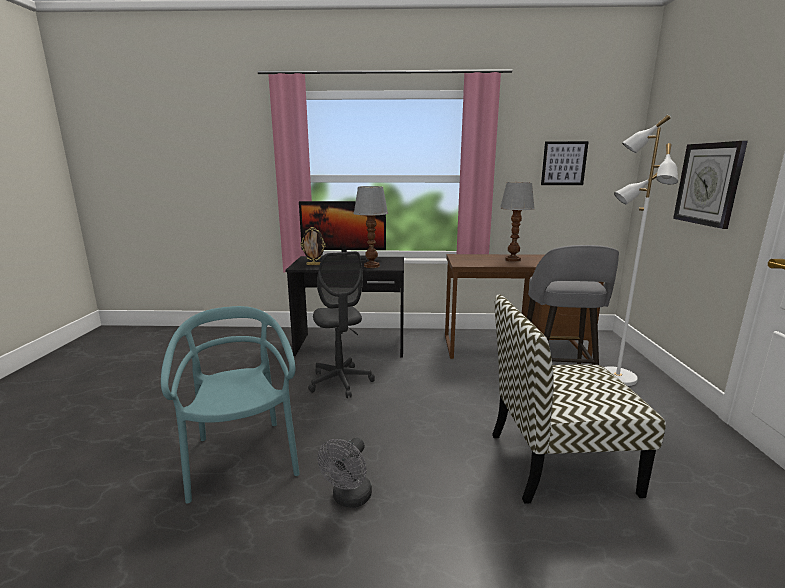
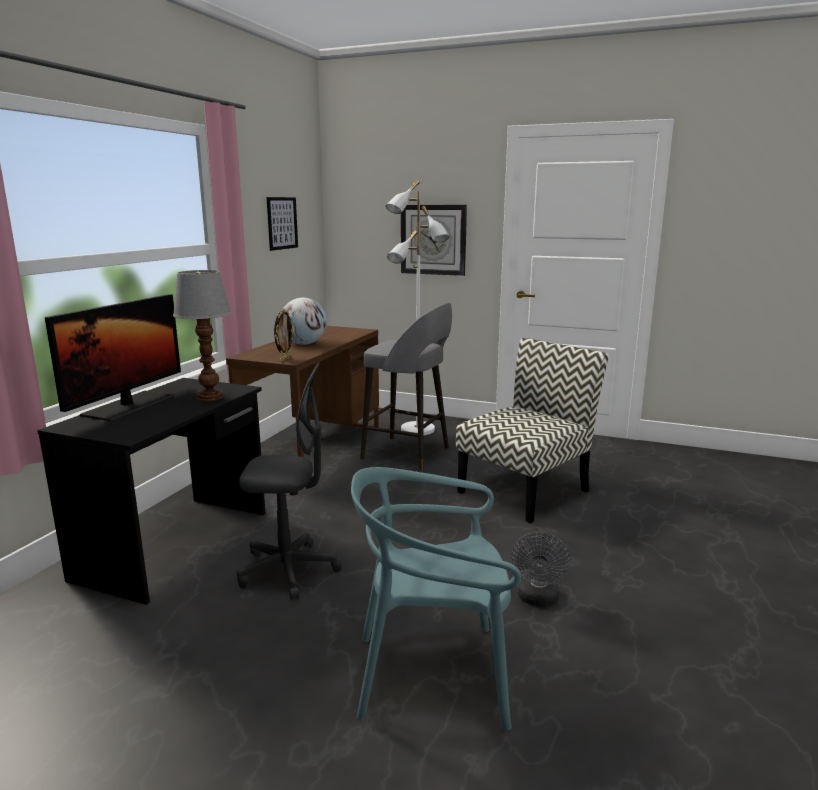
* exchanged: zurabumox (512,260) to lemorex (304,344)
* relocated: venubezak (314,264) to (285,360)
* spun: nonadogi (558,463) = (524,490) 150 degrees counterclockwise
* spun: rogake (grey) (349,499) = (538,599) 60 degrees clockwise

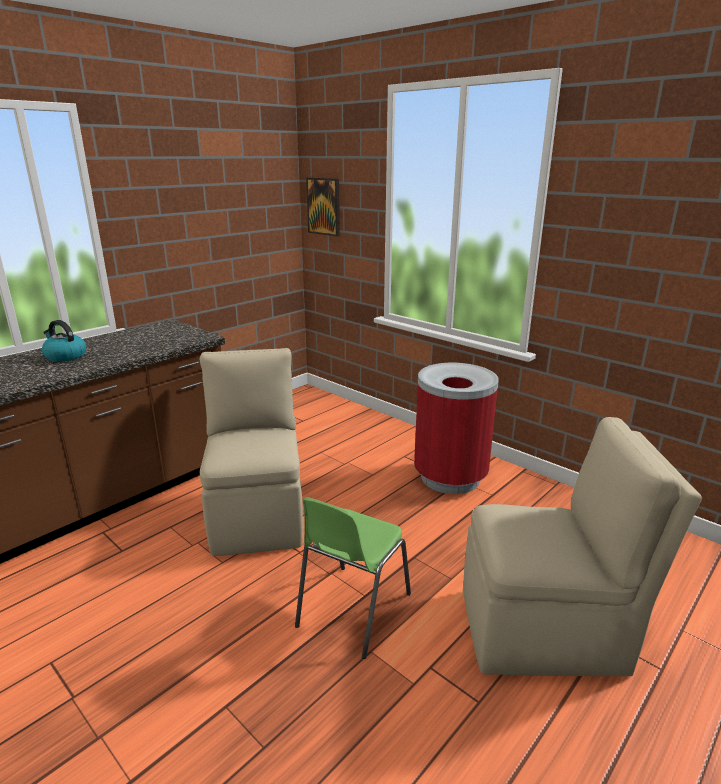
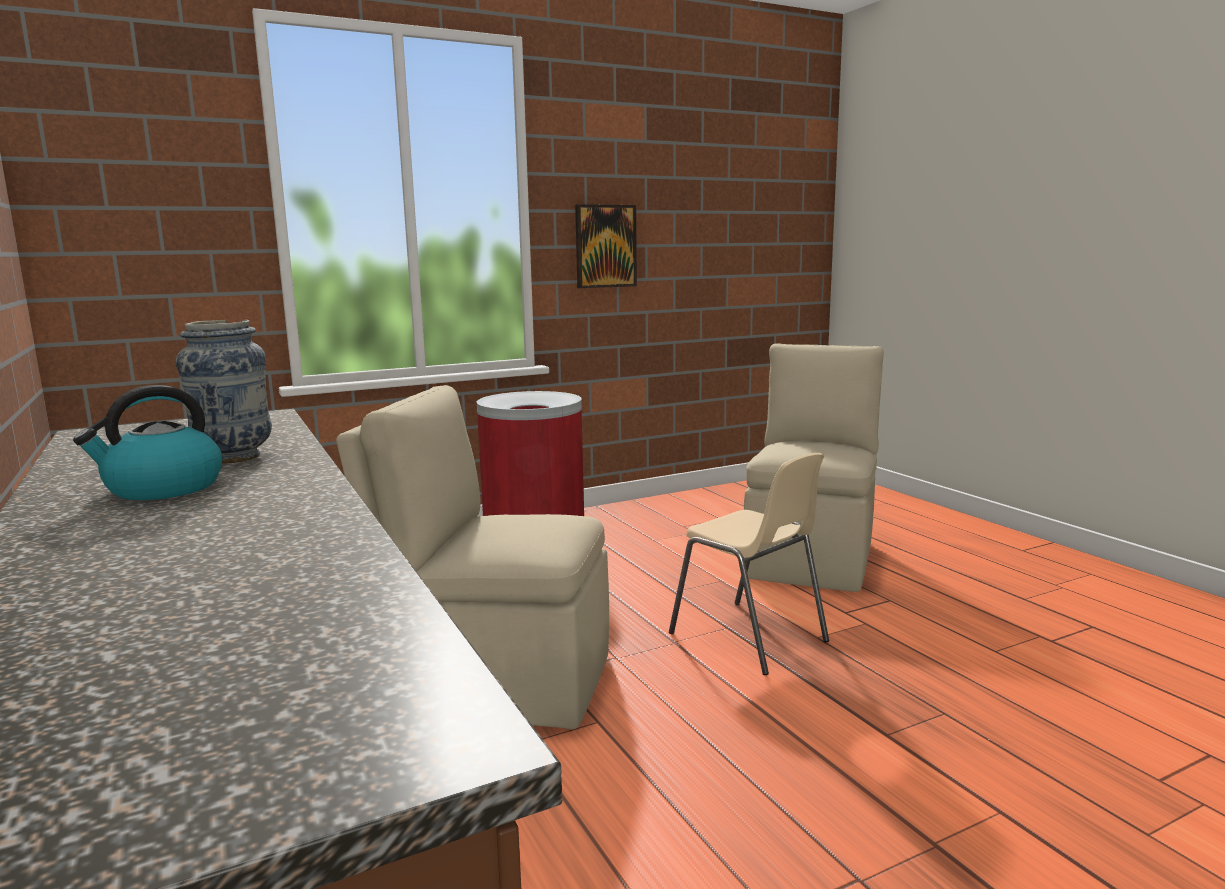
* relocated: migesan (324,206) to (605,246)
* colour: nonadogi (green) (352,610) to nonadogi (beige) (749,638)
* appeared: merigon (234,457)

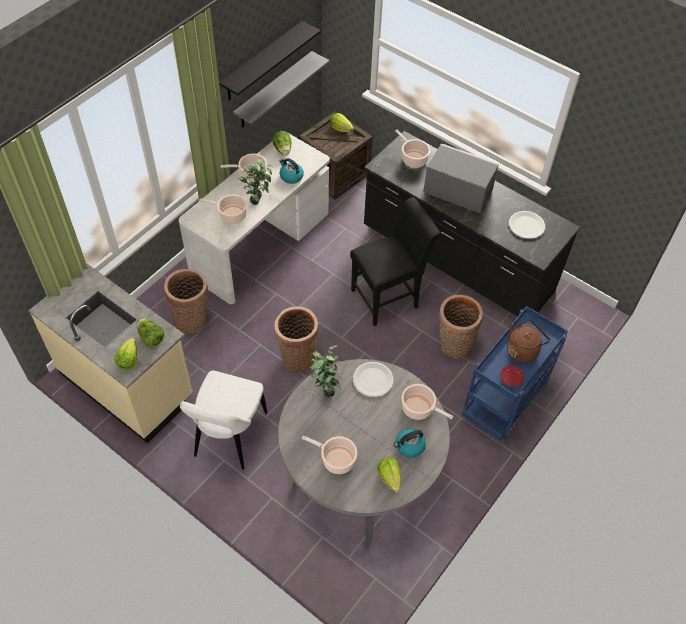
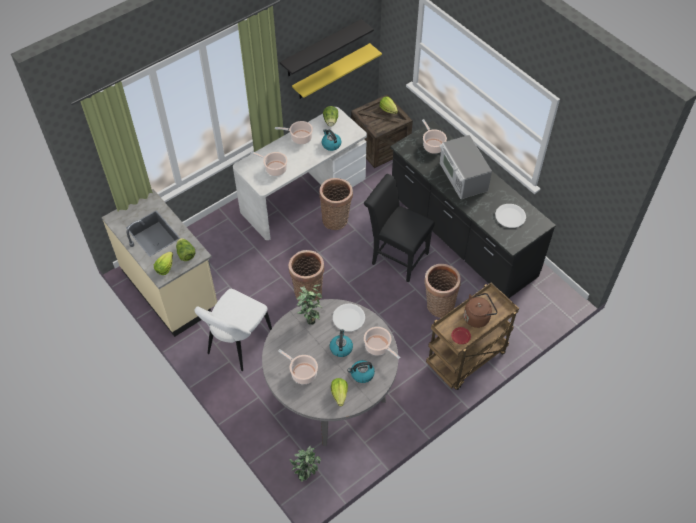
* colour: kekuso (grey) (274,90) to kekuso (yellow) (331,72)
* spun: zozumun (458,189) = (462,177) 150 degrees counterclockwise
* relocated: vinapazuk (258,198) to (306,473)
* spun: nonadogi (black) (389,297) = (396,256) 135 degrees counterclockwise
* relocated: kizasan (192,319) to (336,219)
* colour: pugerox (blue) (504,403) to pugerox (brown) (466,360)
* appeared: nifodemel (341,348)

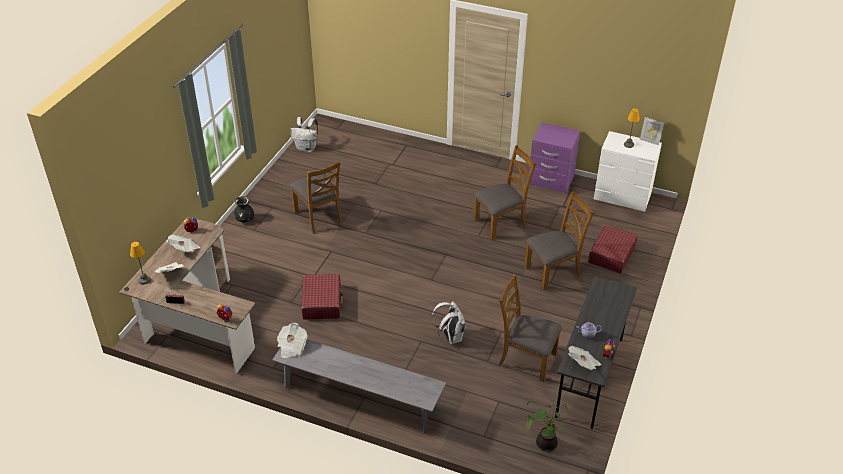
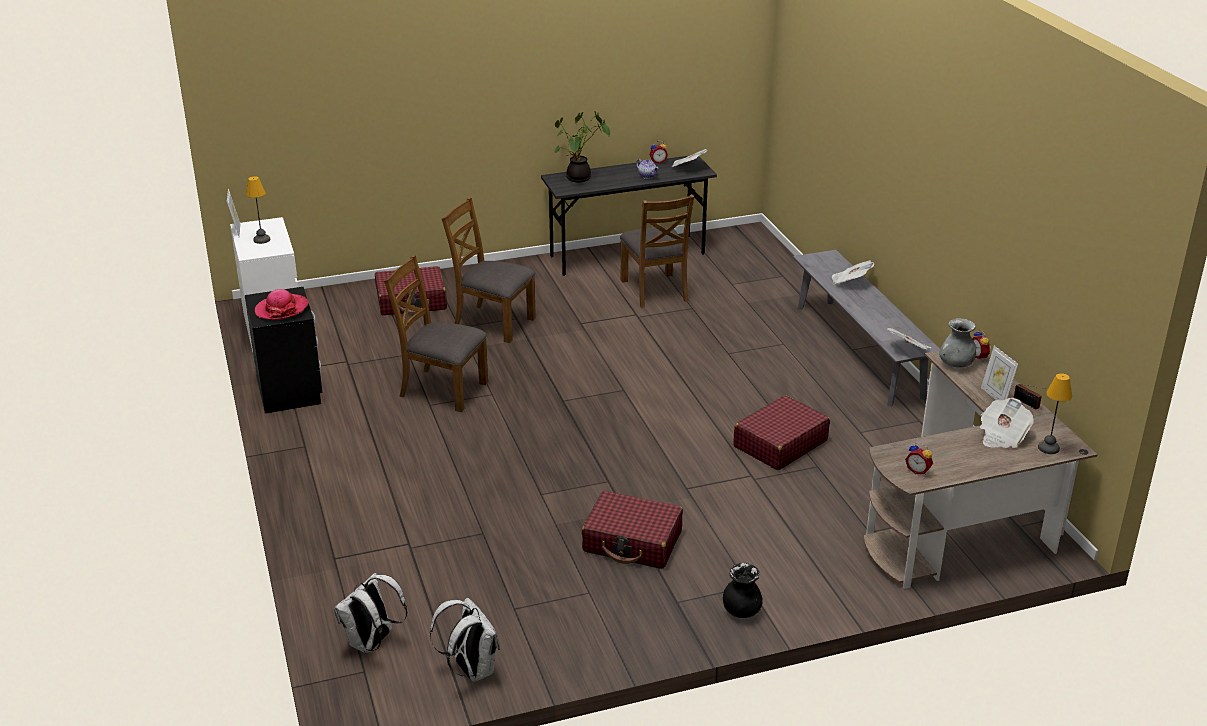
* colour: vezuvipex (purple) (551,180) to vezuvipex (black) (290,390)
* exchanged: nonadogi (brown) (318,216) to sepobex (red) (632,542)
* relocated: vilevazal (184,249) to (850,282)
* relocated: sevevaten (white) (450,337) to (372,643)
* relocated: vinapazuk (544,443) to (579,179)
* appeared: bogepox (282,309)
* appeared: merigon (grey) (956,364)
* appeared: venubezak (995,396)

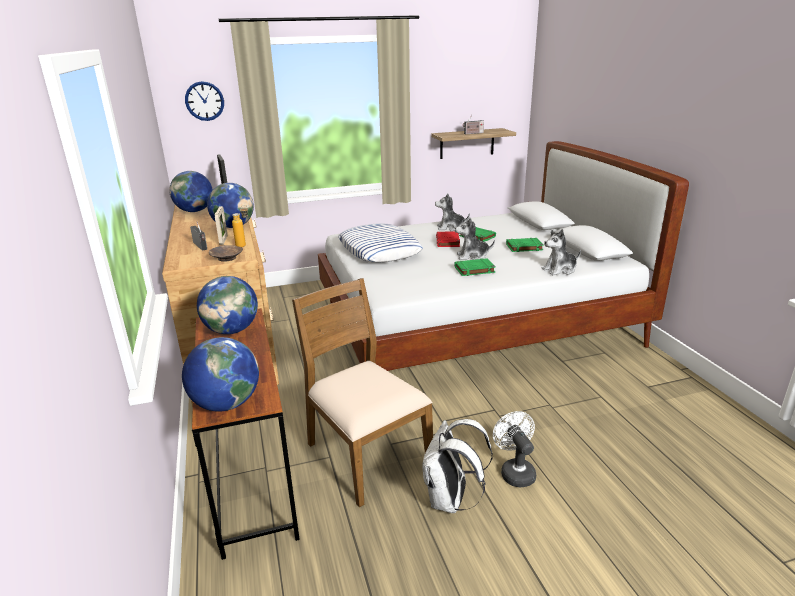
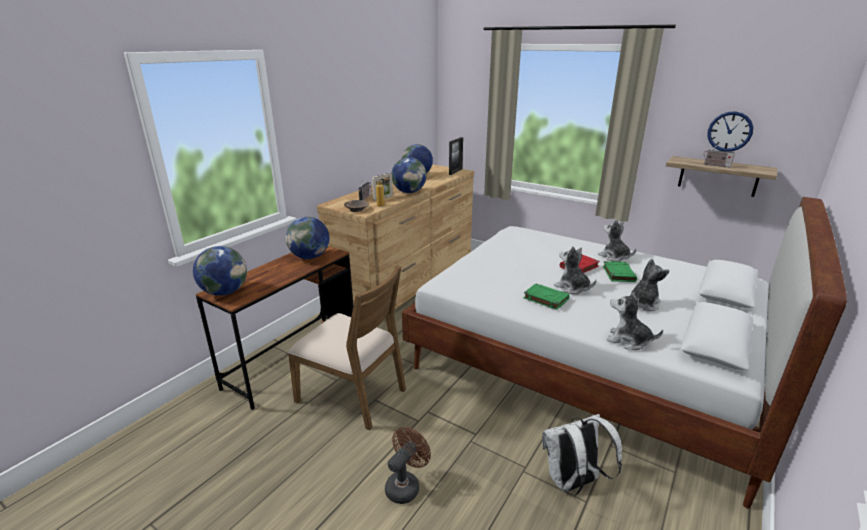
* relocated: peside (204,101) to (729,131)
* missing: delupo (379,250)
* exchanged: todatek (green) (524,247) to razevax (642,304)
* spun: nonadogi (brown) (366,454) = (353,394) 105 degrees clockwise
* colour: rogake (white) (515,471) to rogake (brown) (405,485)
* relocated: sevevaten (white) (450,500) to (572,482)

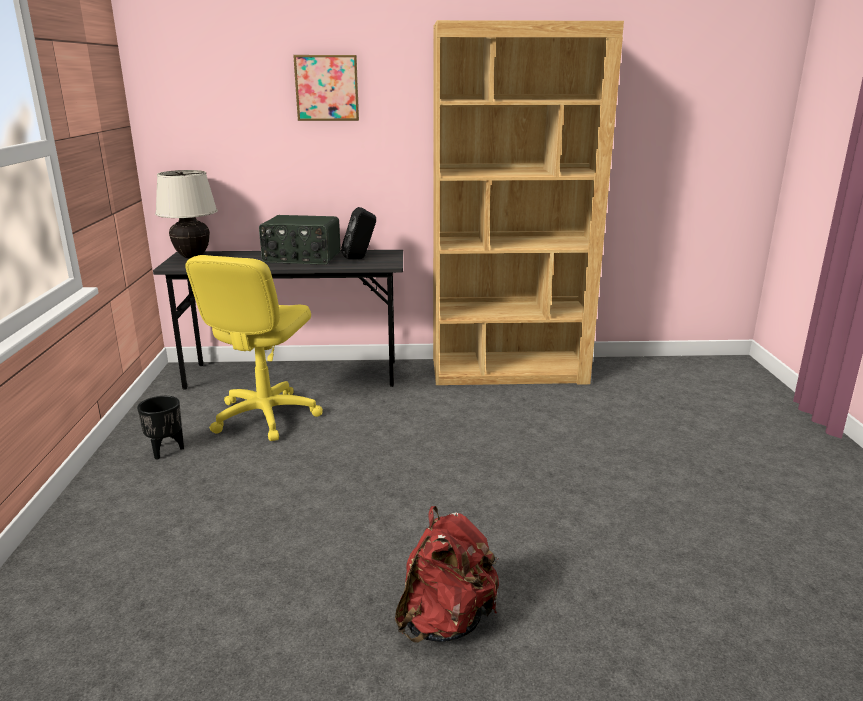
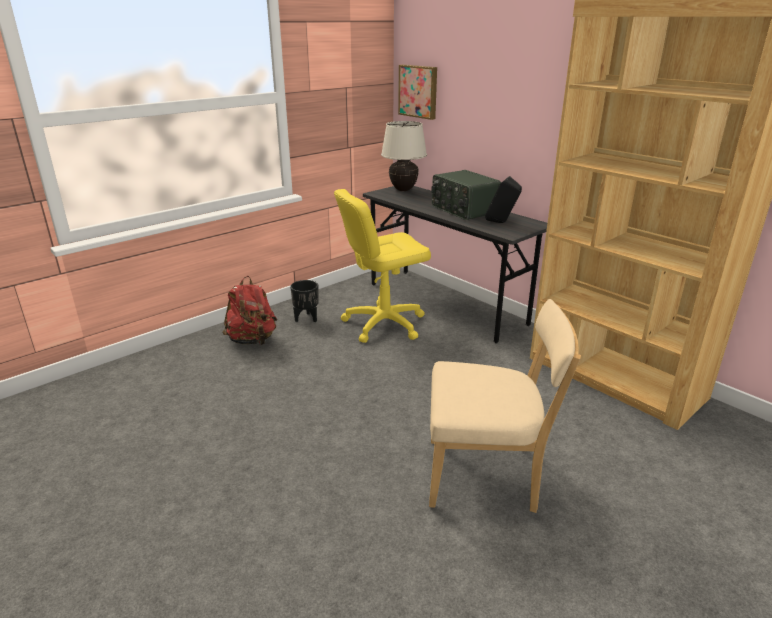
* relocated: migesan (327,88) to (419,91)
* relocated: sevevaten (red) (446,621) to (252,340)
* appeared: nonadogi (beige) (487,476)

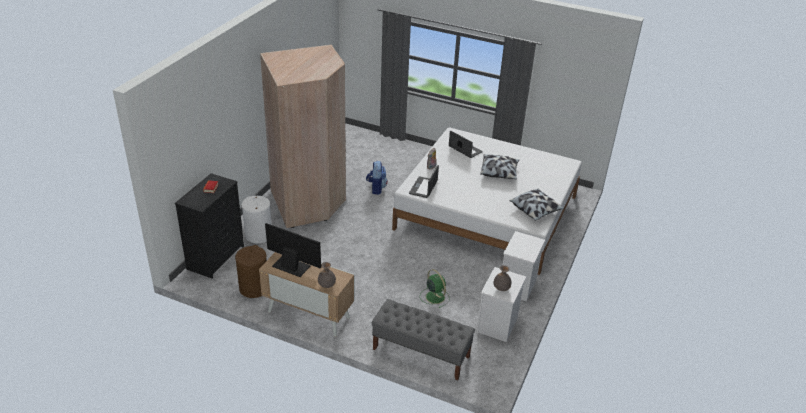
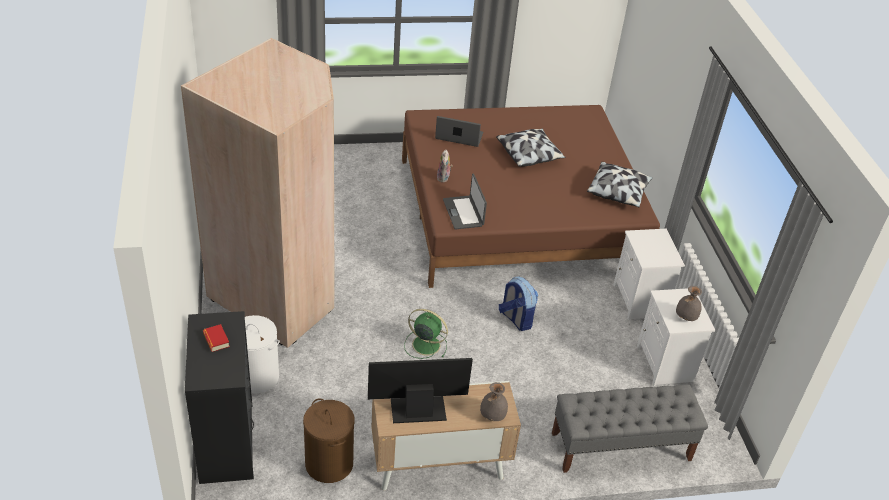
* colour: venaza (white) (487,212) to venaza (brown) (518,214)
* relocated: sevevaten (376,188) to (515,319)
* relocated: rogake (green) (434,296) to (425,344)

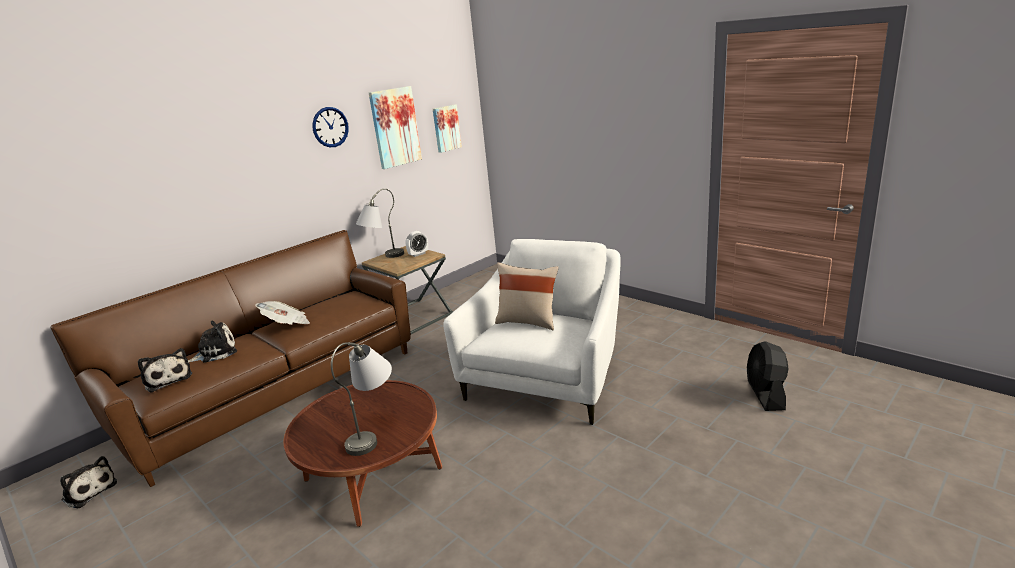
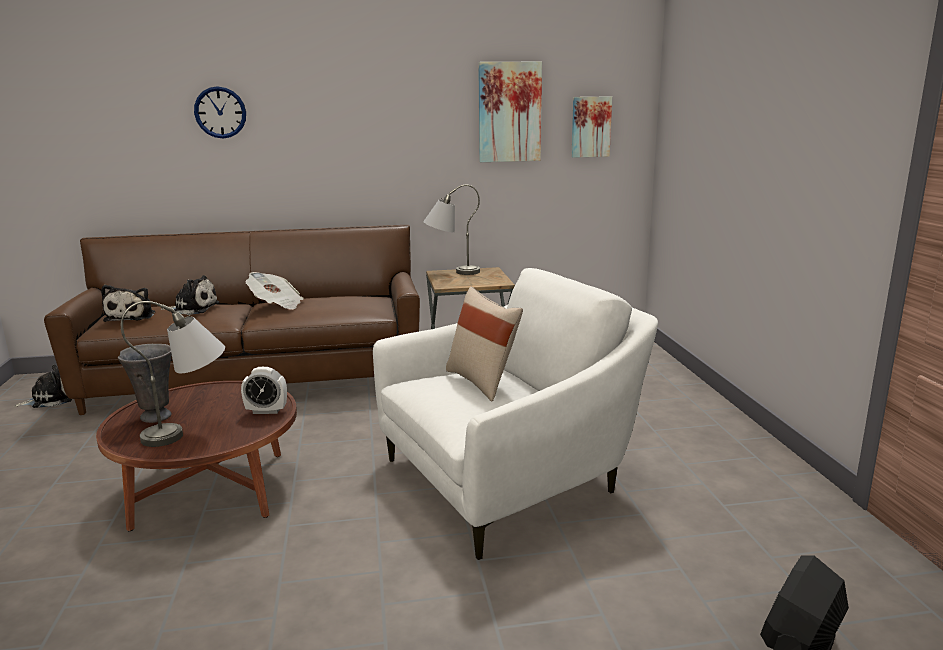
* relocated: peside (330,127) to (220,112)
* relocated: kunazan (418,254) to (266,411)
* spun: razevax (89,491) = (50,399) 90 degrees counterclockwise
* appeared: merigon (grey) (155,416)

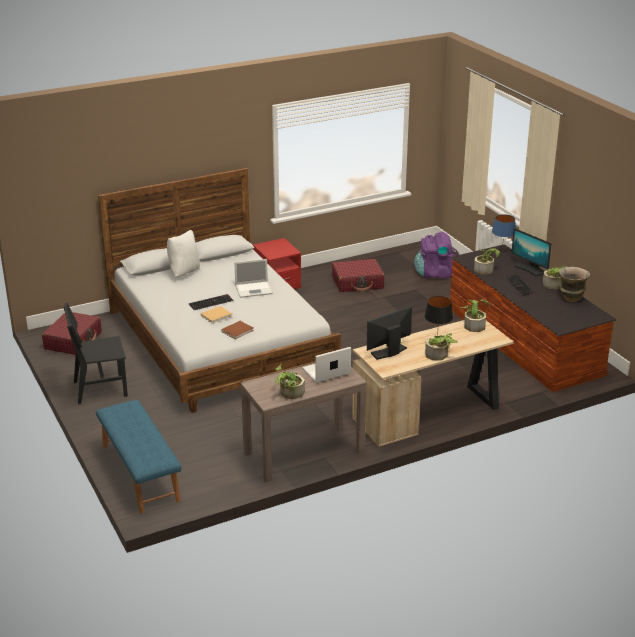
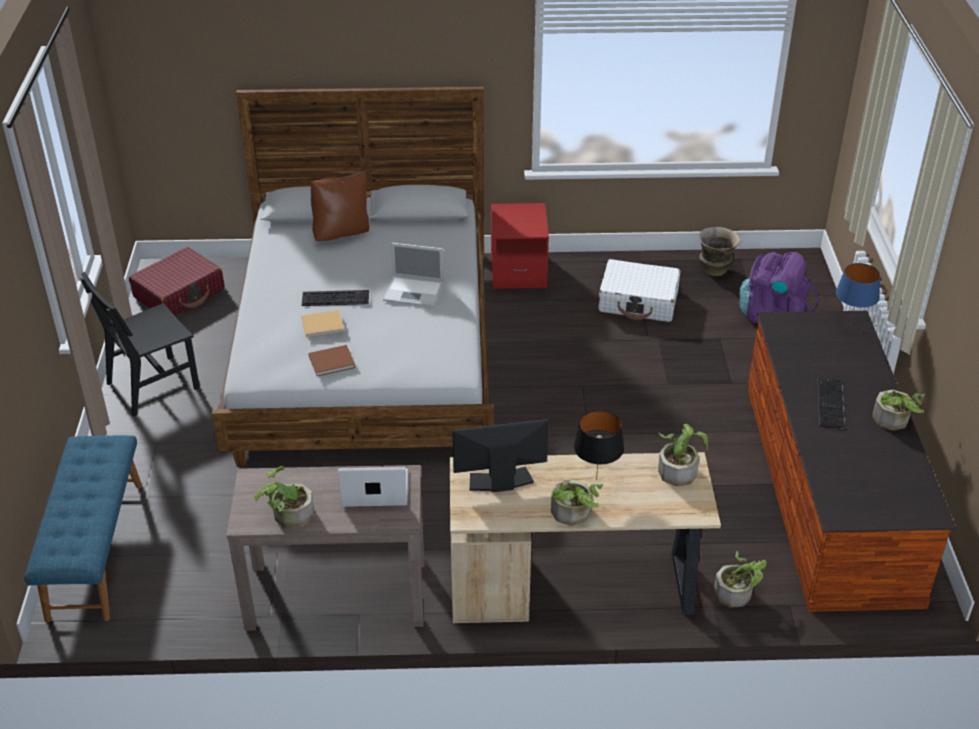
* missing: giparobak (529,269)
* colour: delupo (white) (184,272) to delupo (brown) (342,233)
* relocated: vinapazuk (485,269) to (737,592)
* colour: sepobex (red) (358,283) to sepobex (white) (638,301)
* relocated: merigon (570,298) to (714,270)
* spun: nonadogi (black) (100,389) = (153,385) 45 degrees counterclockwise

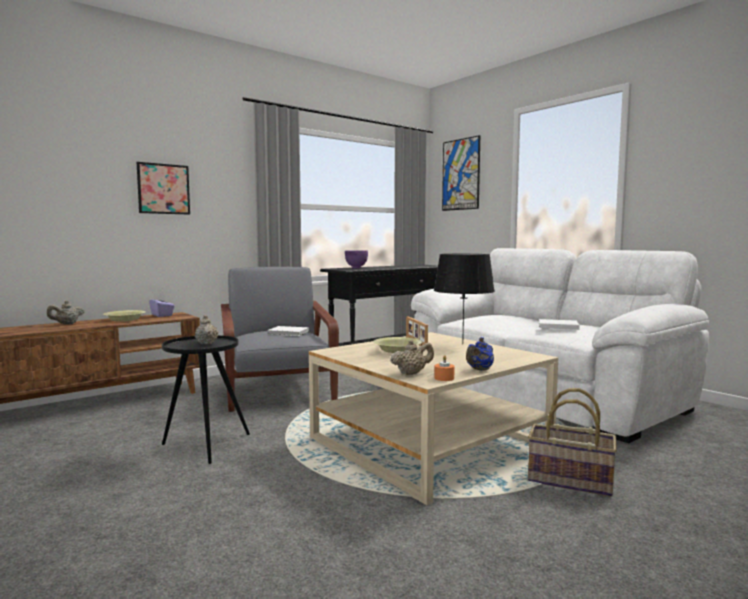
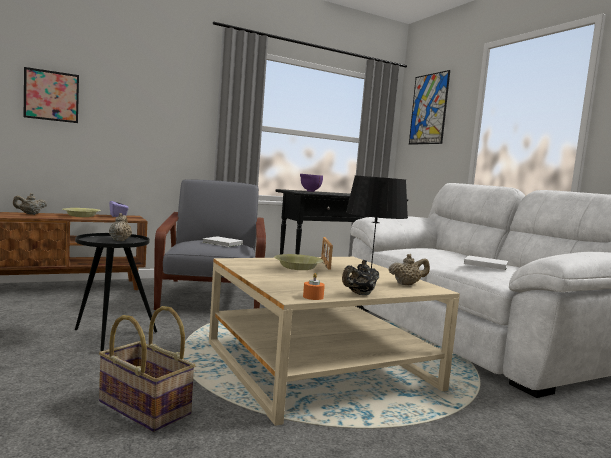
* relocated: migesan (163,189) to (51,96)
* colour: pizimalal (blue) (479,370) to pizimalal (black) (360,294)
* relocated: pizimalal (beige) (411,373) to (407,284)
* relocated: kizasan (569,481) to (143,408)

